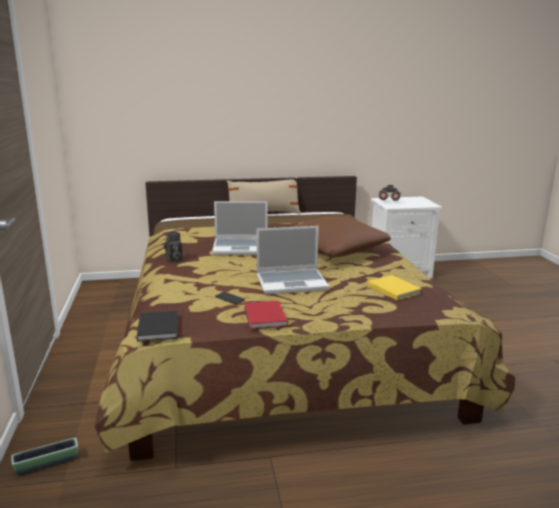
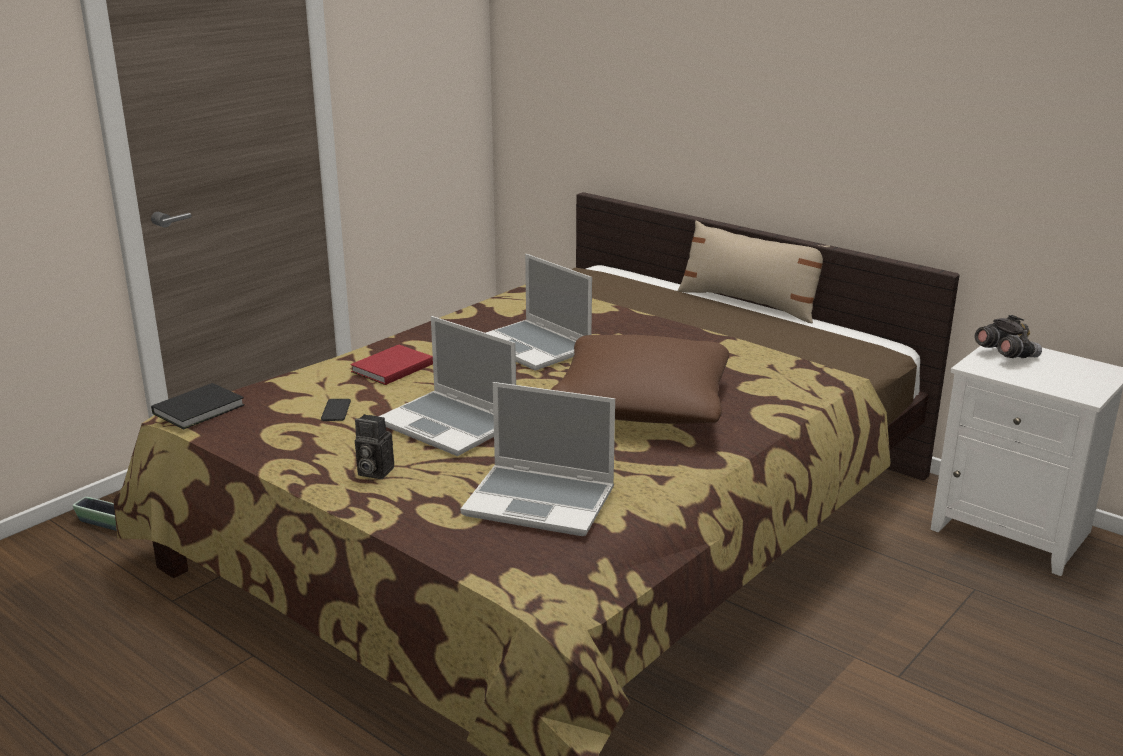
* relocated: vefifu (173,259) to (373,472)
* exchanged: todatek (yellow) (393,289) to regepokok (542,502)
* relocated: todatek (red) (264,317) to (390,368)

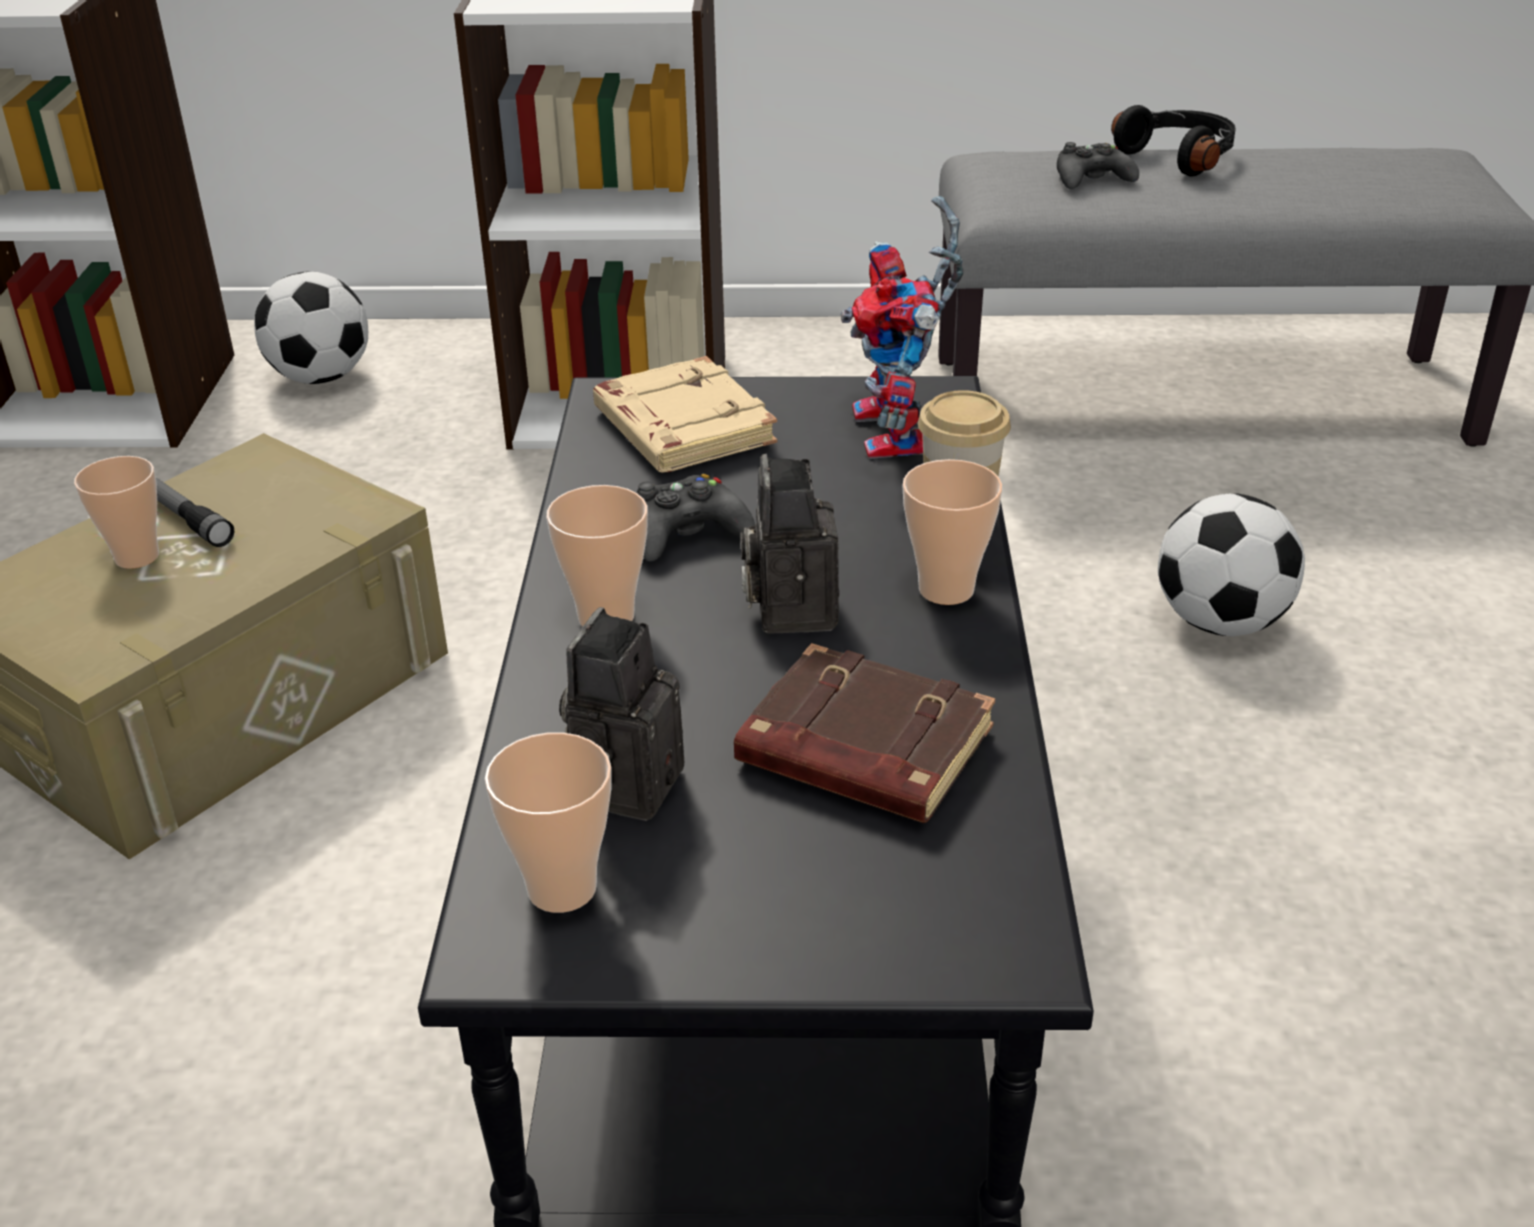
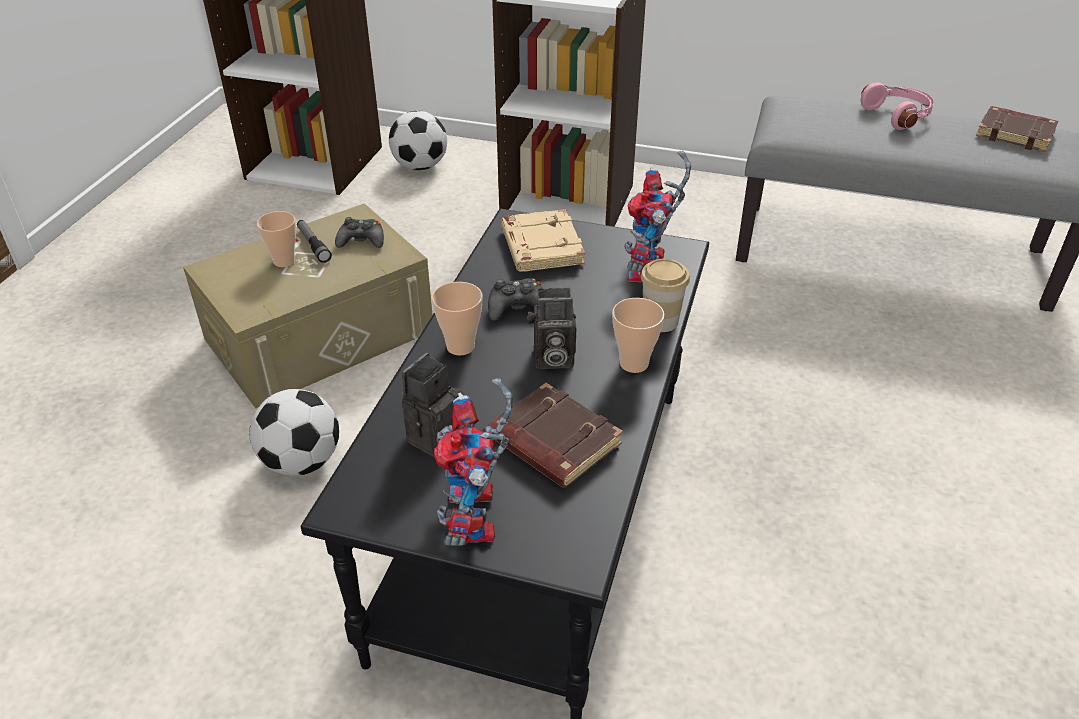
* colour: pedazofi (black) (1180,157) to pedazofi (pink) (898,116)
* relocated: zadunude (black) (1092,179) to (361,240)
* spun: vefifu (790,608) = (551,359) 105 degrees counterclockwise
* relocated: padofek (1220,622) to (301,462)
* missing: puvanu (562,889)
* appeared: todatek (brown) (1016,134)
* appeared: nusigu (478,521)

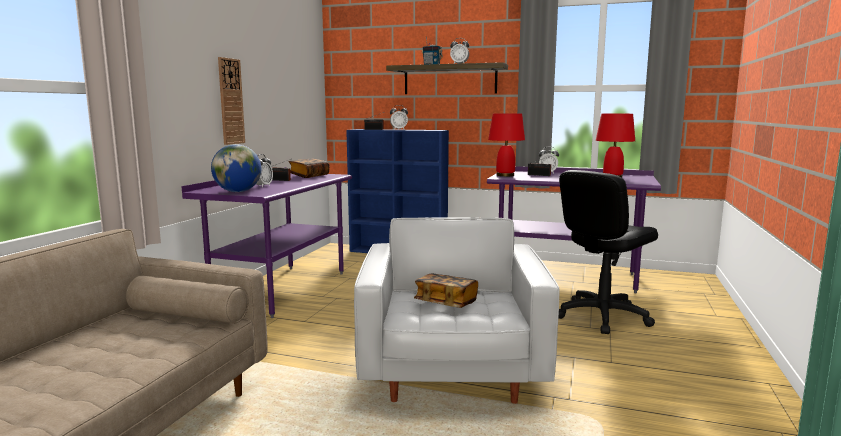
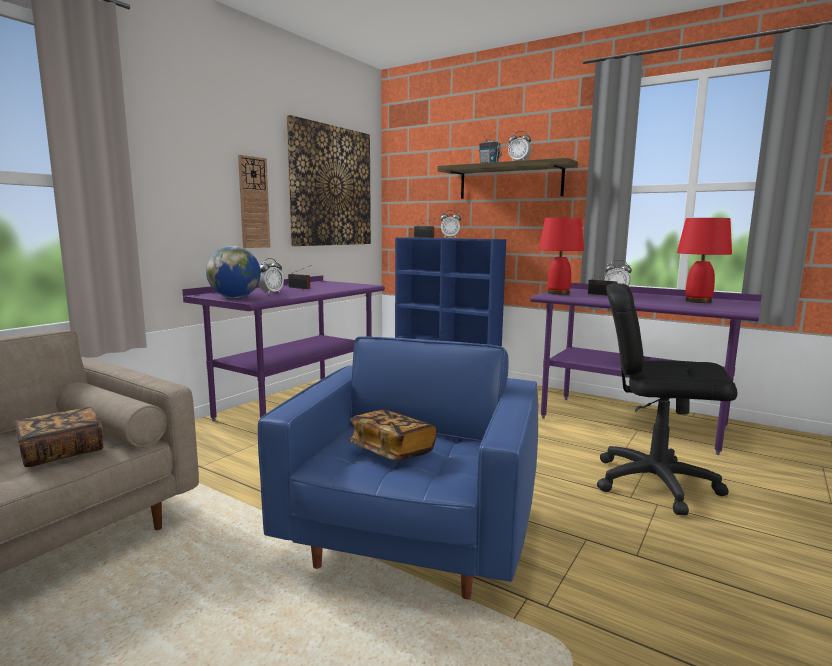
* relocated: todatek (309,176) to (62,452)
* spun: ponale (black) (602,316) = (654,483) 45 degrees clockwise
* colour: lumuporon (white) (452,374) to lumuporon (blue) (412,539)
* appeared: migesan (331,186)

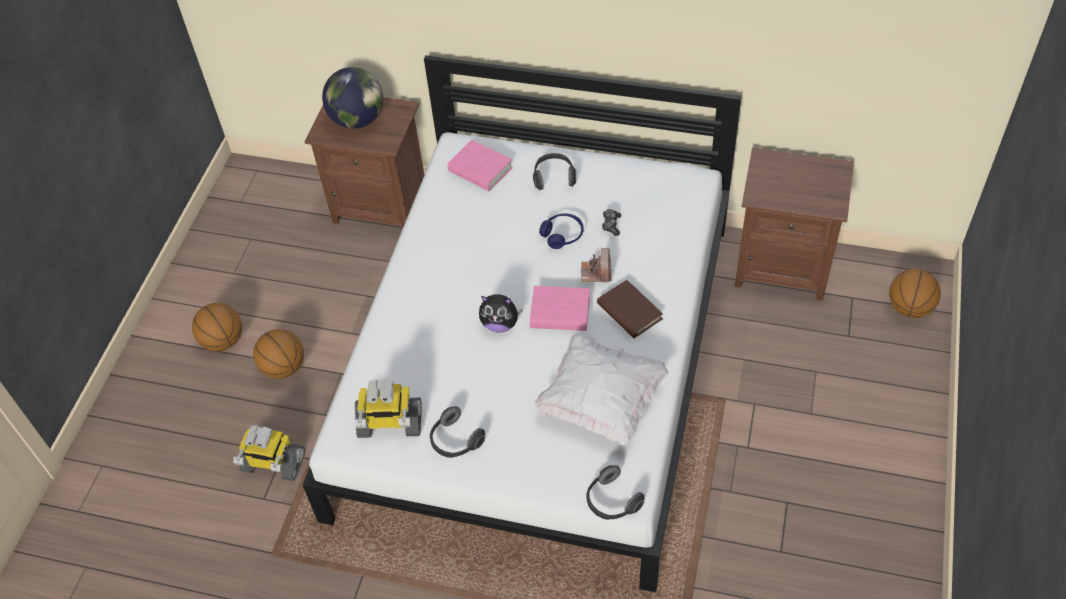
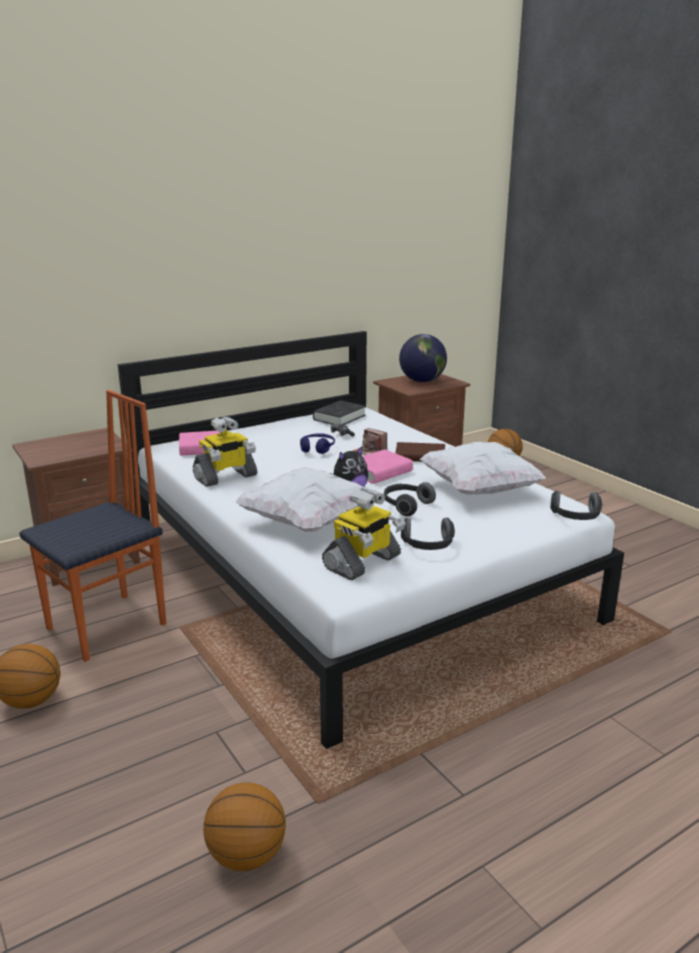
* relocated: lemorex (358,120) to (422,381)
* relocated: pedazofi (554,177) to (406,506)
* relocated: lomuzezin (284,367) to (246,855)
* relocated: nusigu (272,463) to (225,477)
* appeared: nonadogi (109,626)
* appeared: todatek (black) (339,417)
* appeared: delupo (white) (307,522)

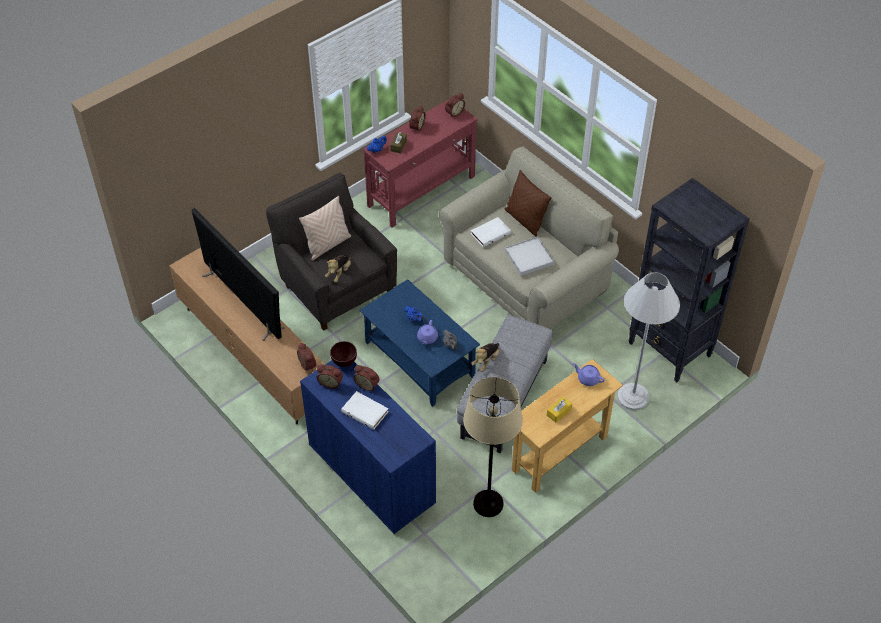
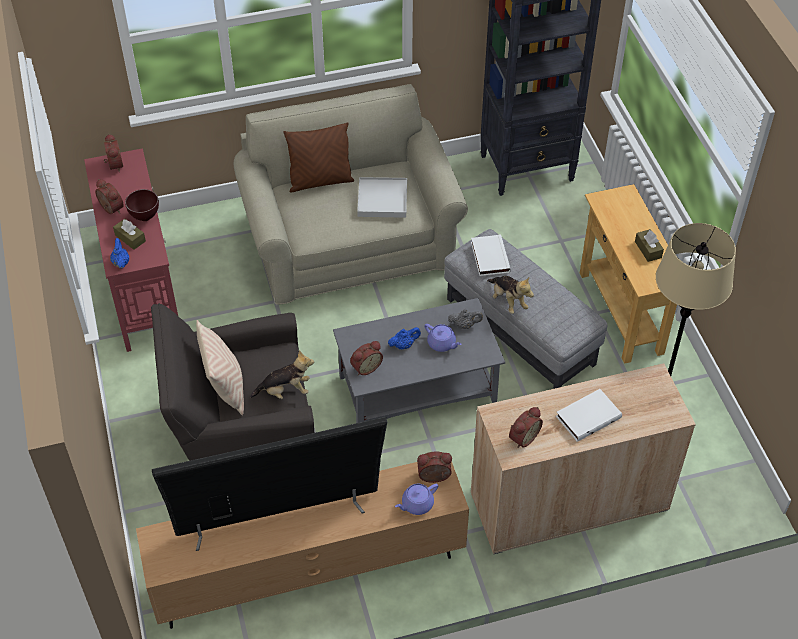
* relocated: todatek (white) (490,233) to (489,257)
* spun: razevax (339,272) = (285,391) 60 degrees counterclockwise
* missing: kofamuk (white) (633,397)
* colour: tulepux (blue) (420,360) to tulepux (grey) (418,389)
* relocated: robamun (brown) (344,363) to (146,217)
* colour: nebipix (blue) (371,474) to nebipix (beige) (569,502)
* relocated: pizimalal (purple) (588,379) to (416,504)
* relocated: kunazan (367,384) to (365,367)
* colour: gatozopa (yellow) (559,412) to gatozopa (brown) (648,249)

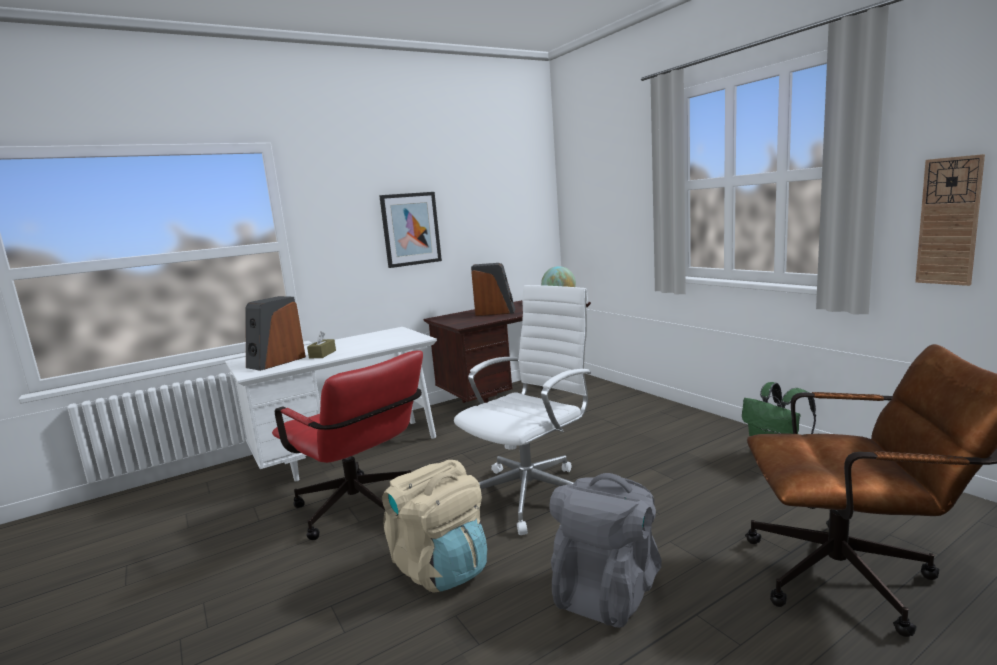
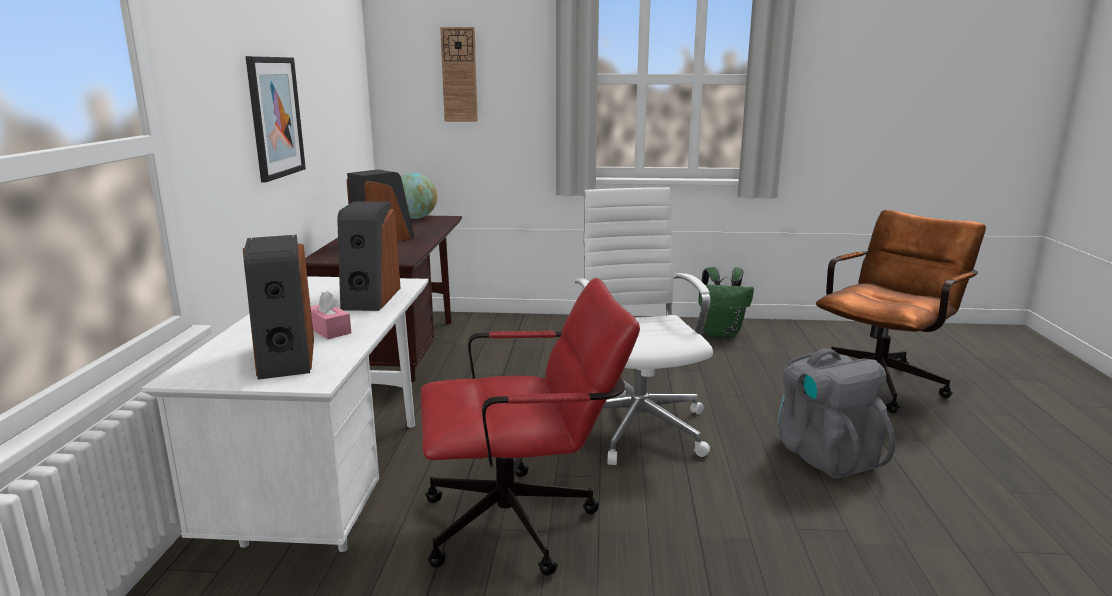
* relocated: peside (949,221) to (459,75)
* colour: gatozopa (brown) (322,354) to gatozopa (pink) (328,330)
* missing: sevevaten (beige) (440,567)
* appeared: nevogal (370,298)

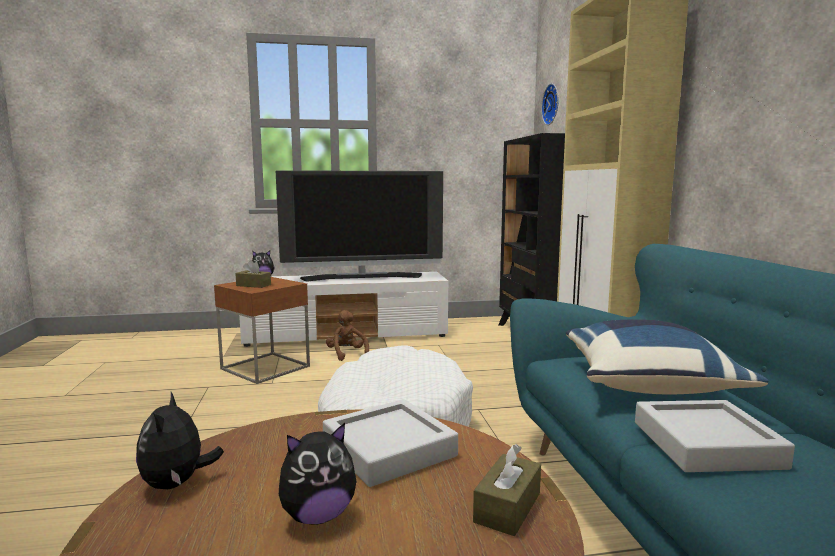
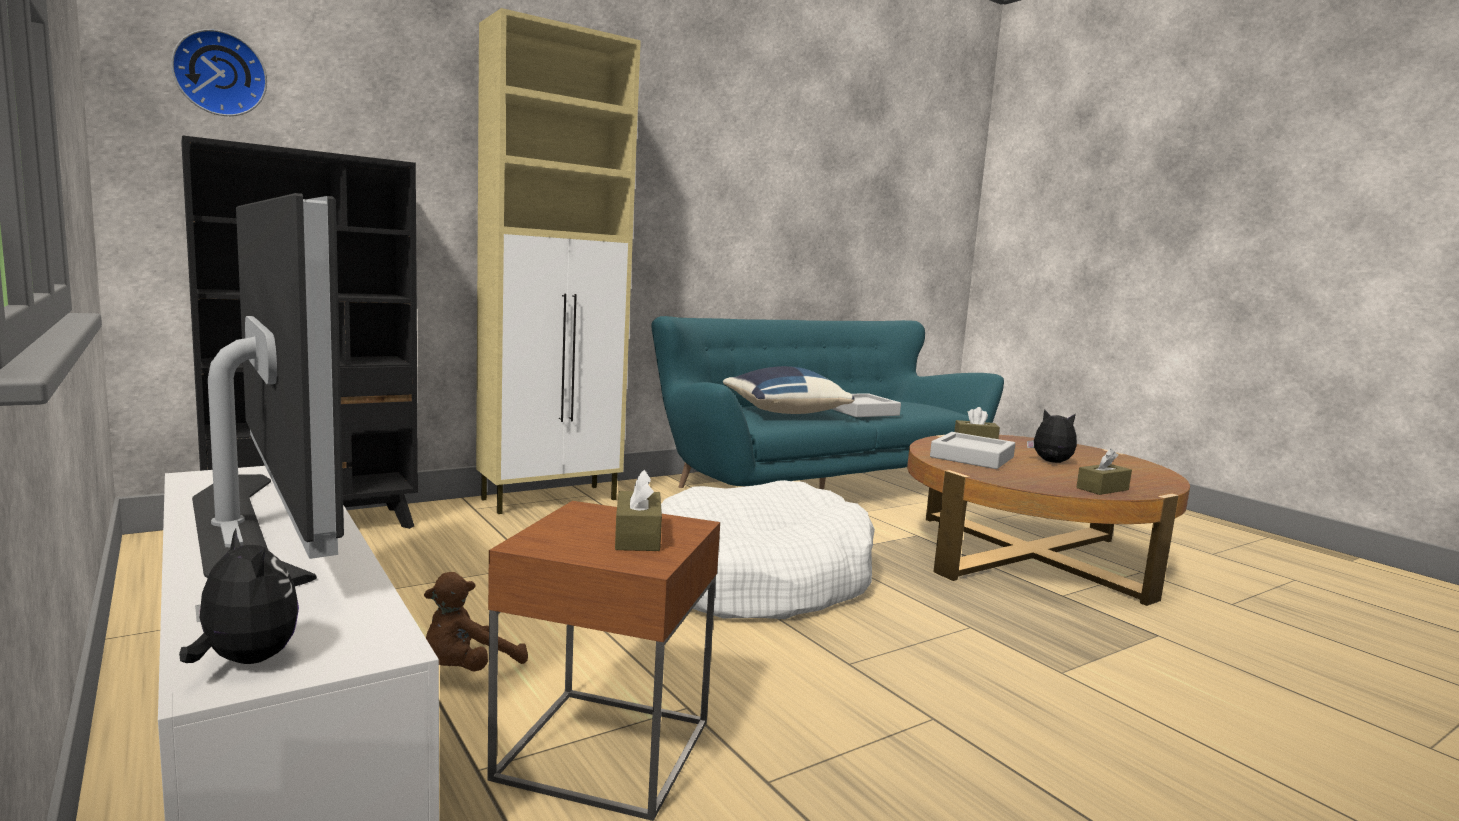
* exchanged: razevax (177,484) to gatozopa (brown) (1102,489)

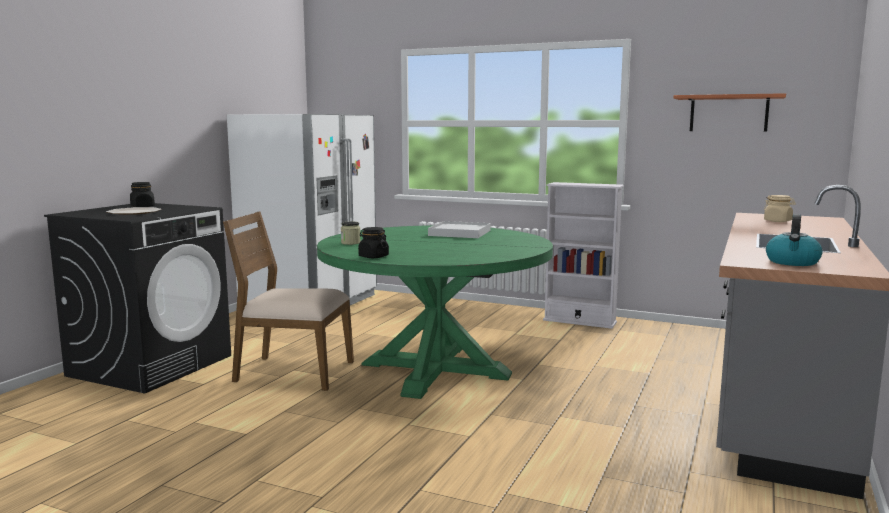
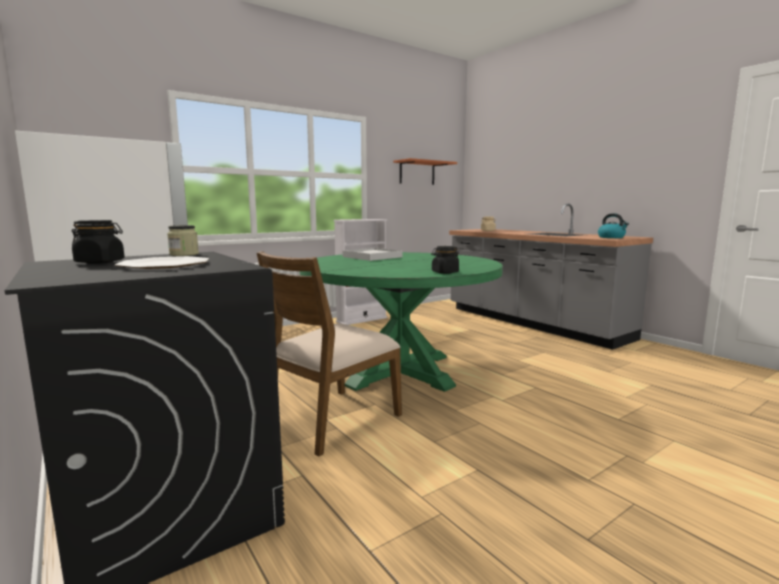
* relocated: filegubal (350,243) to (184,254)

